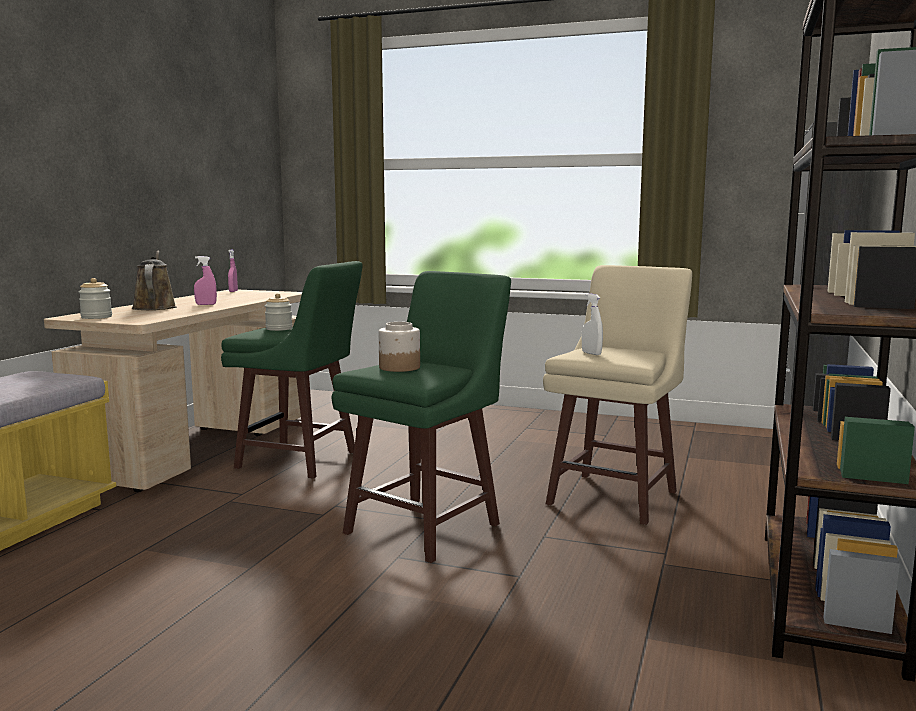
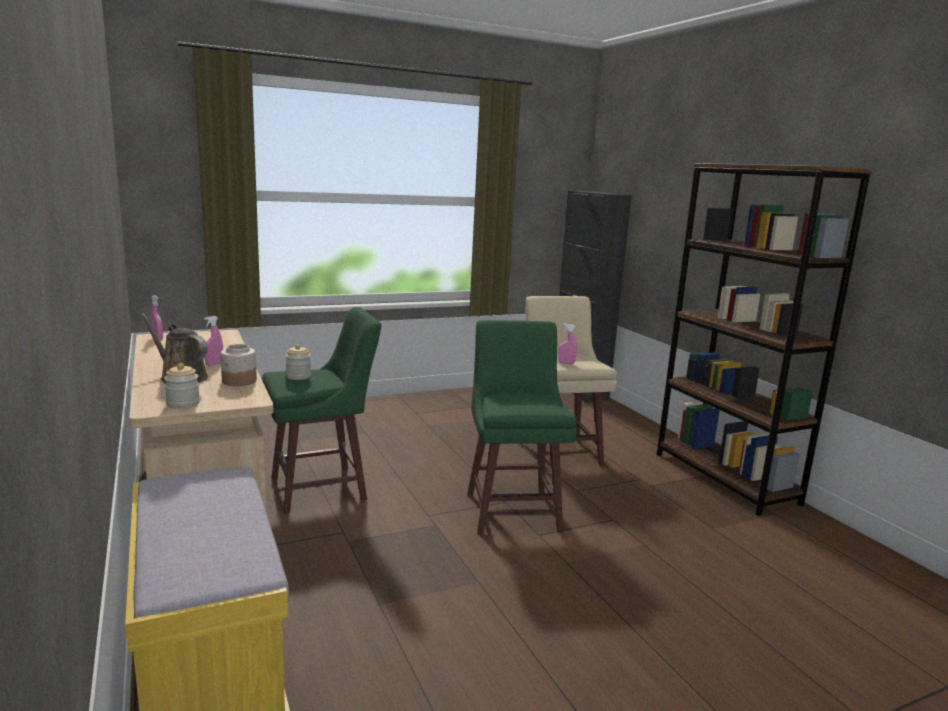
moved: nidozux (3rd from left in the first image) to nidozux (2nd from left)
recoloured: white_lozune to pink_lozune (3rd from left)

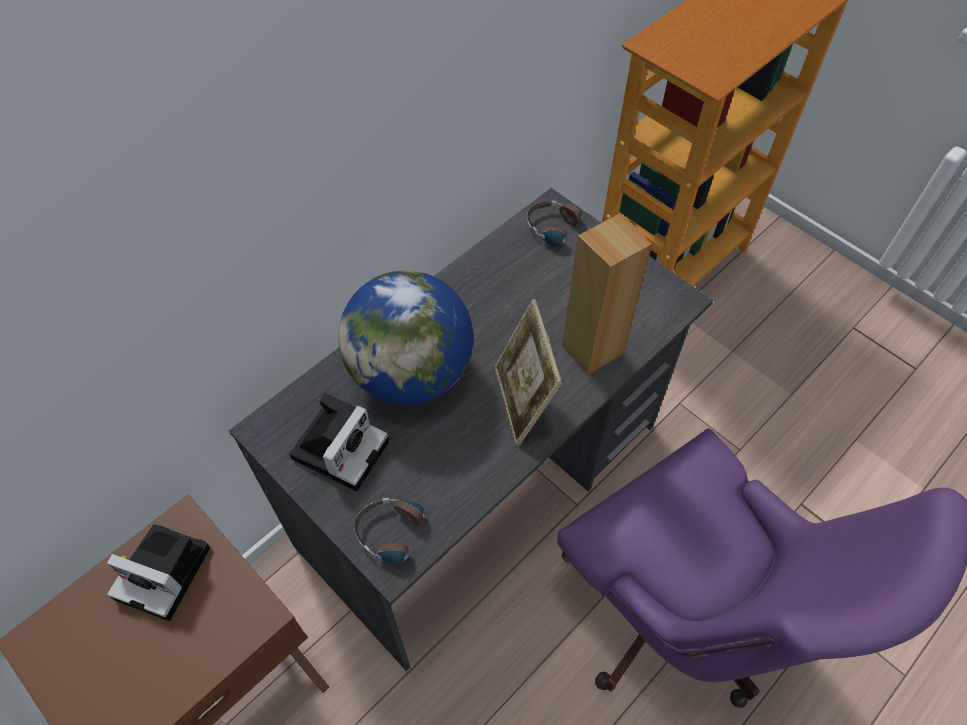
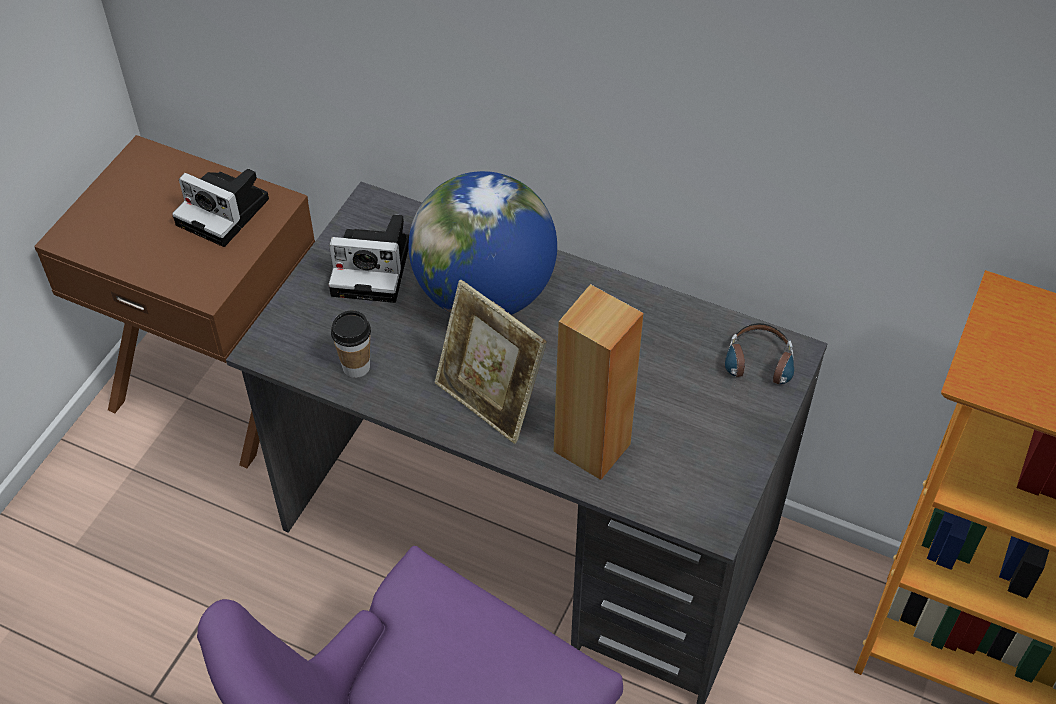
removed: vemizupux (1st from left)
added: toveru
turned: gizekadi 105 degrees counterclockwise; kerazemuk (1st from left) 60 degrees counterclockwise

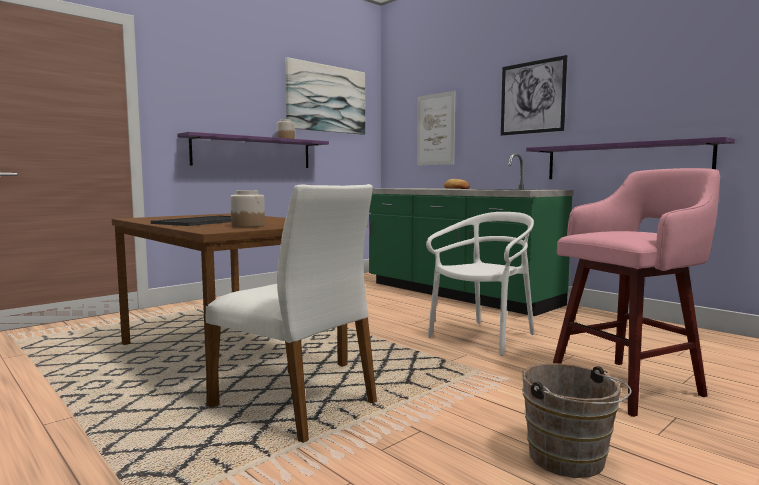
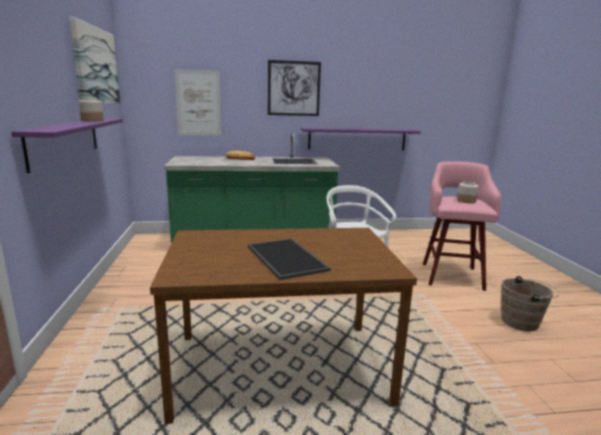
removed: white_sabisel (1st from left)
moved: nidozux (1st from left in the first image) to nidozux (2nd from left)

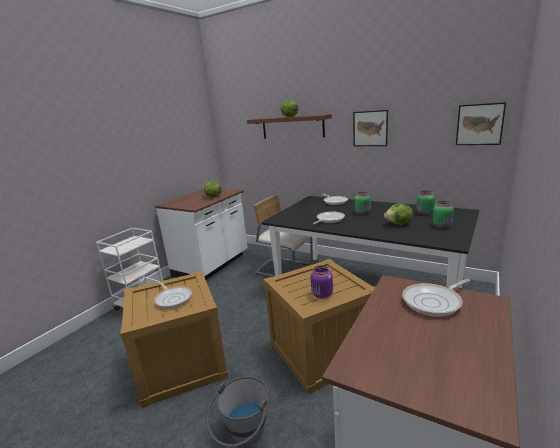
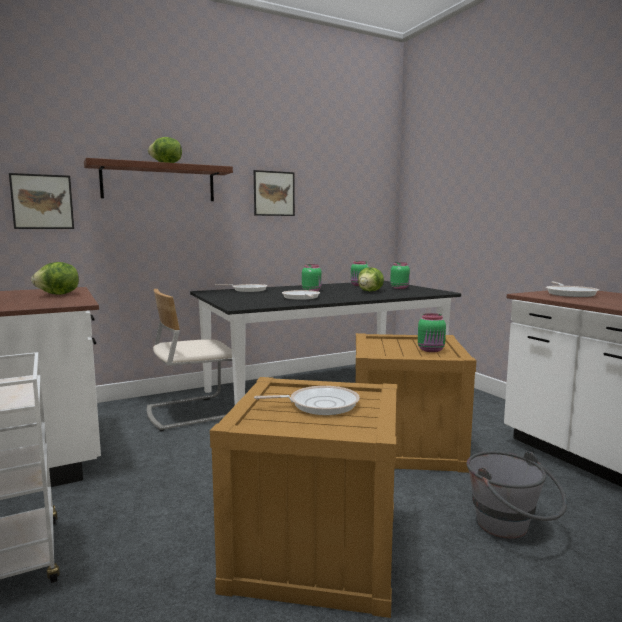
moved: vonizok (2nd from left in the first image) to vonizok (1st from left)
recoloured: purple_nidozux to green_nidozux (4th from left)

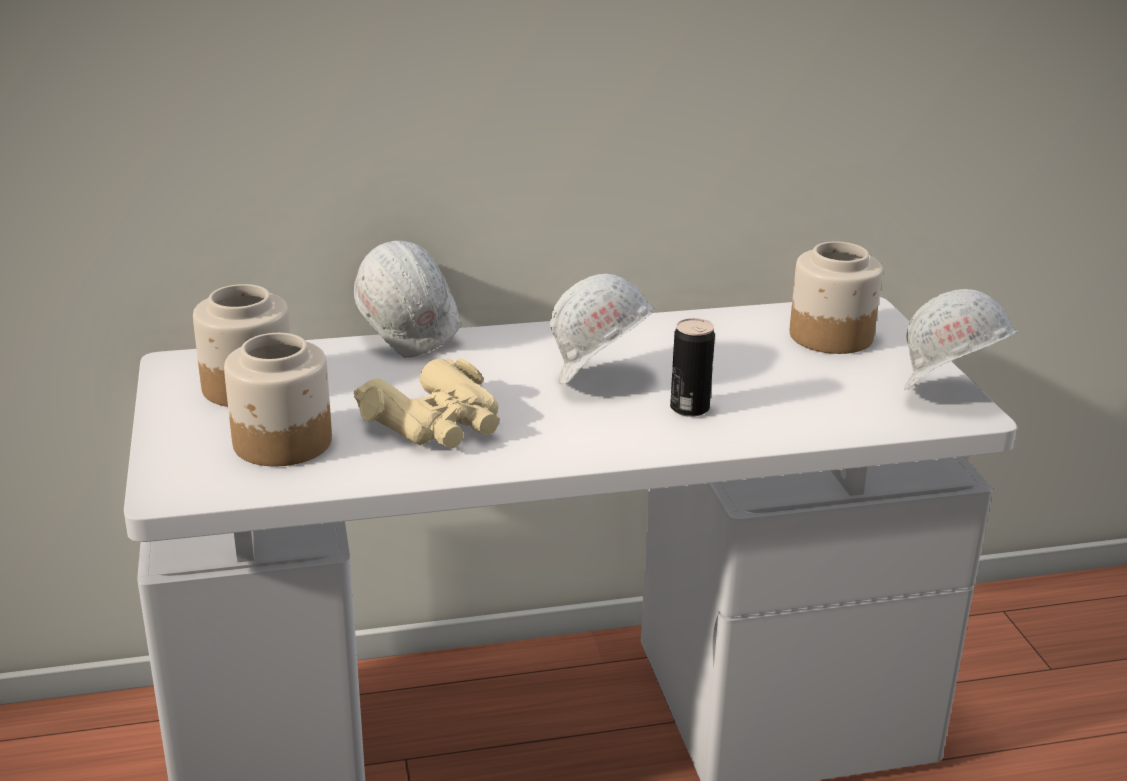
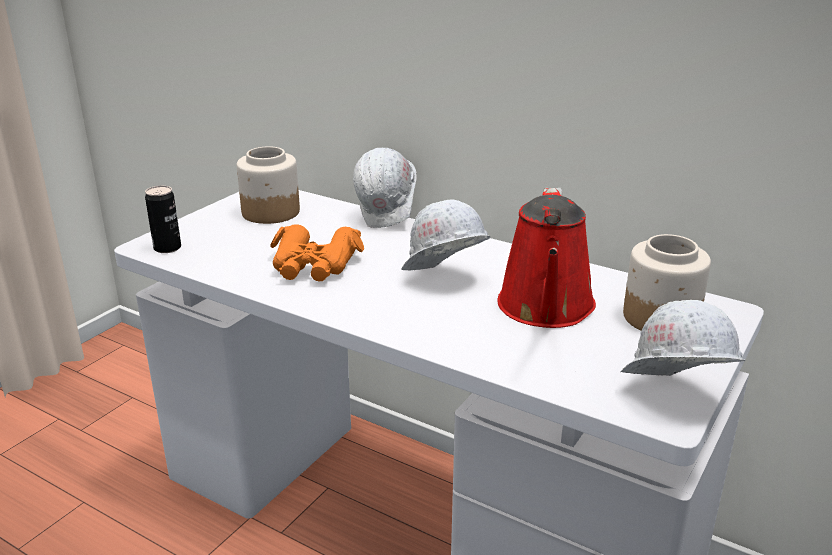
removed: nidozux (2nd from left)
added: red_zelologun
moved: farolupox
recoloured: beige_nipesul to orange_nipesul

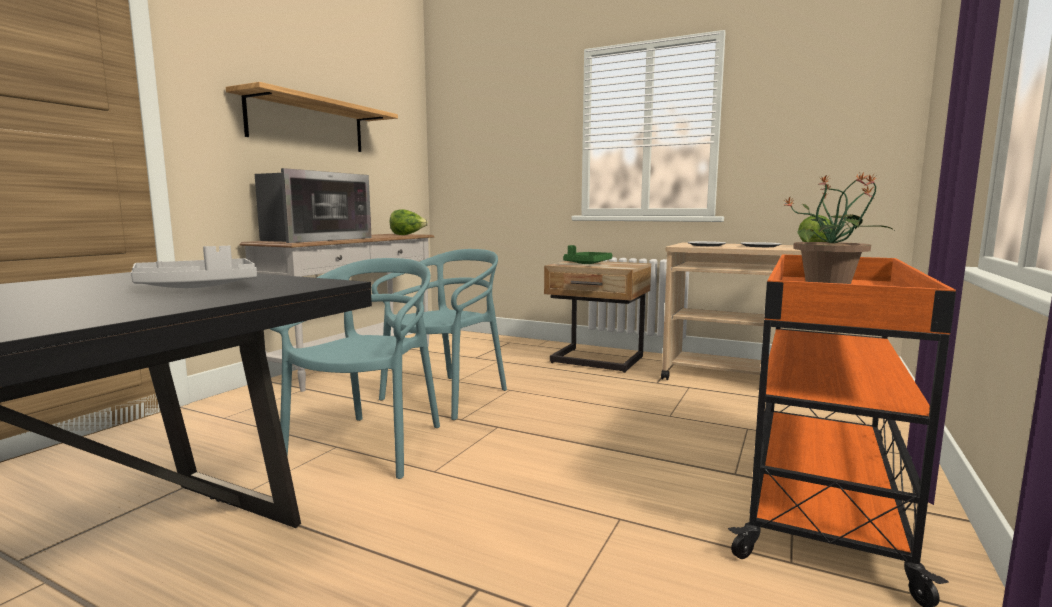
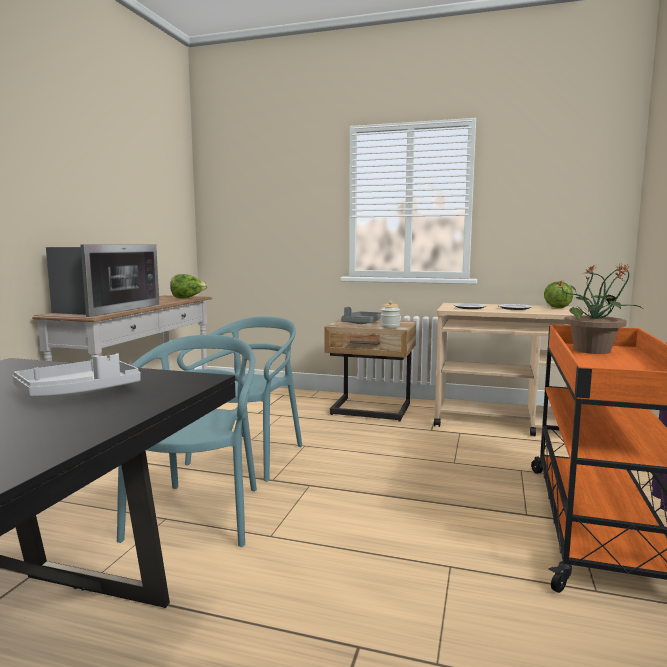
removed: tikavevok
added: nidozux
recoloured: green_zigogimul to grey_zigogimul (2nd from left)

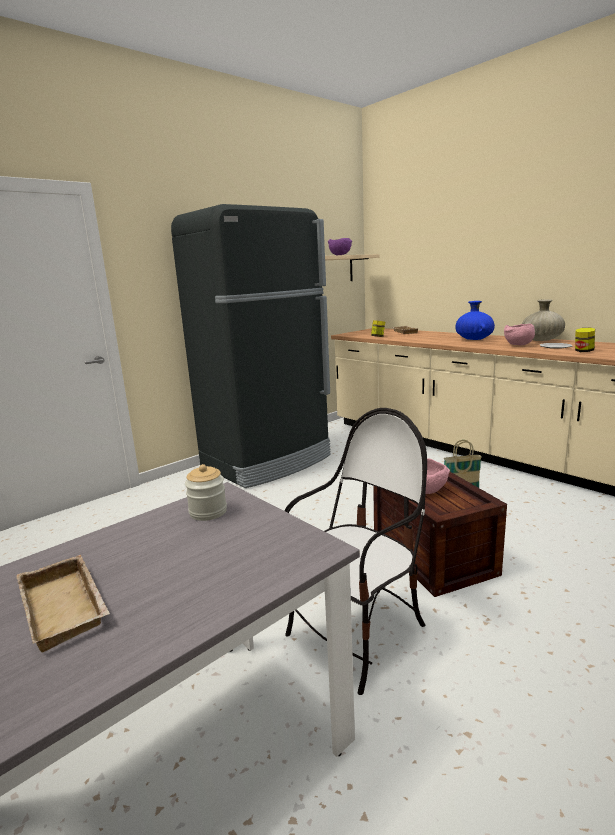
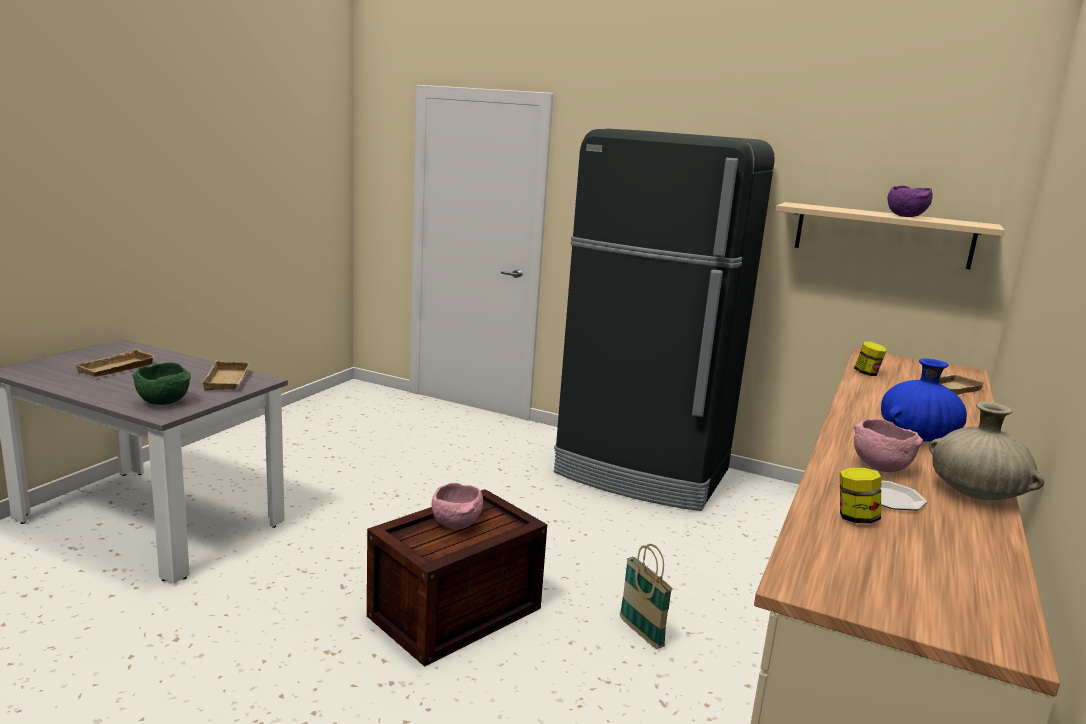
removed: sabisel
added: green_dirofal
replaced: nidozux (1st from left) to beige_zigogimul (2nd from left)

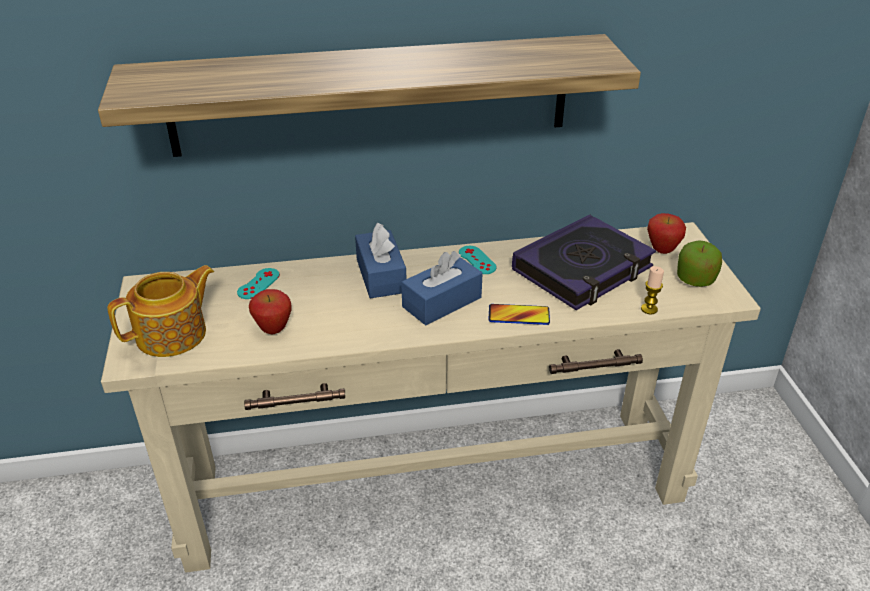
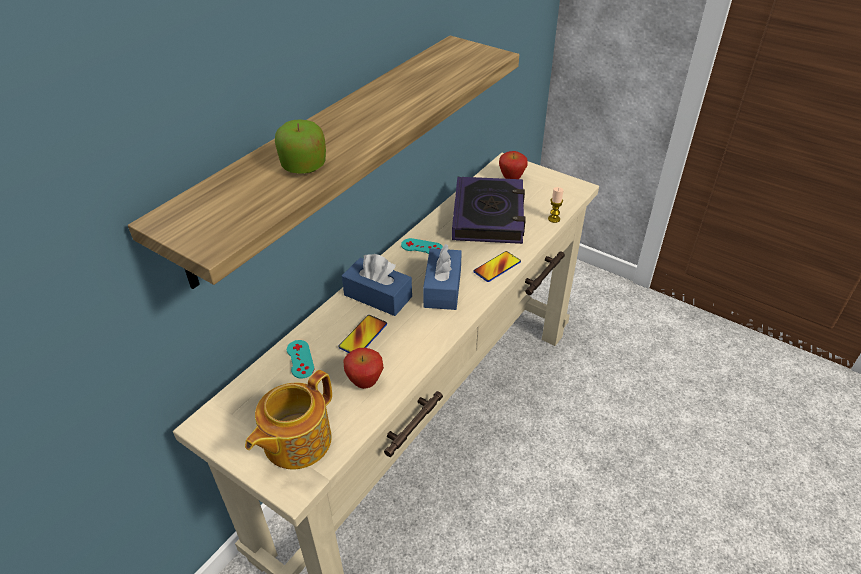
added: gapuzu (1st from left)
moved: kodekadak (3rd from left in the first image) to kodekadak (1st from left)
turned: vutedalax 150 degrees counterclockwise

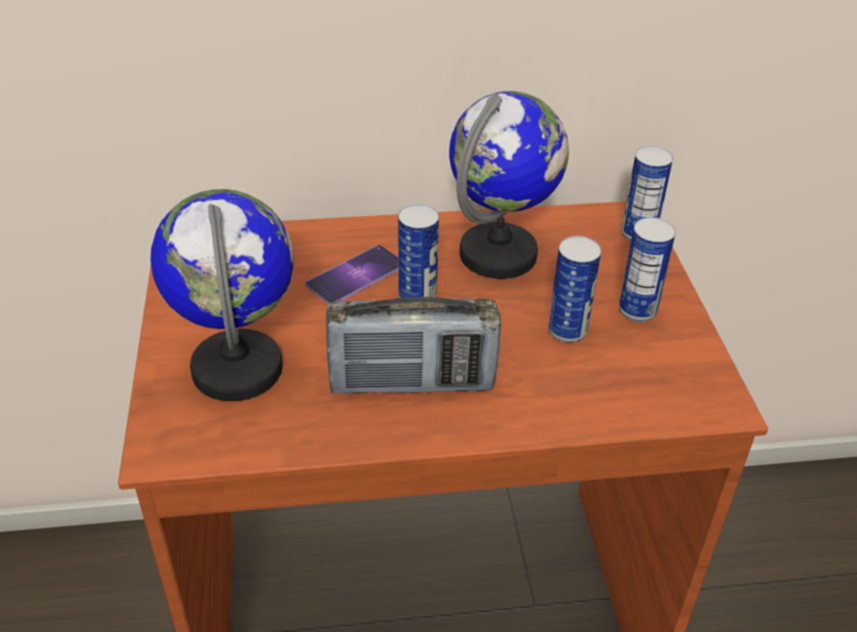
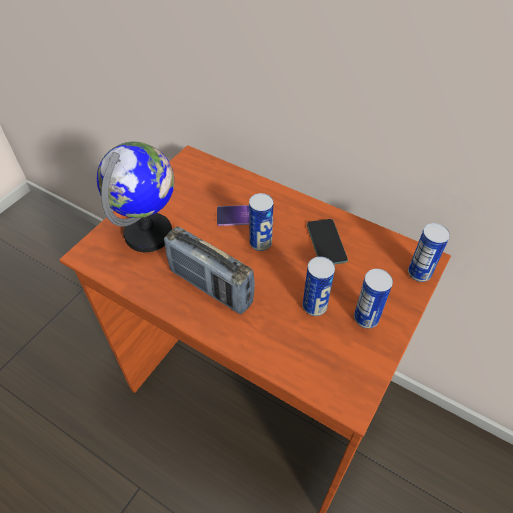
replaced: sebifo (2nd from left) to gapuzu (2nd from left)

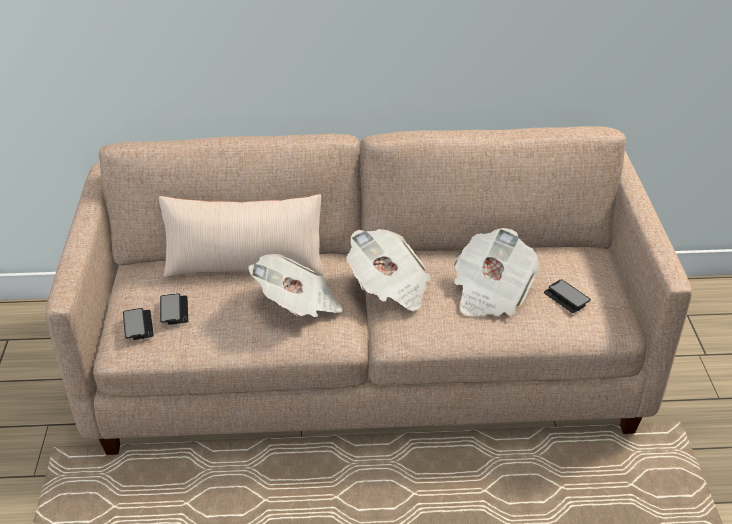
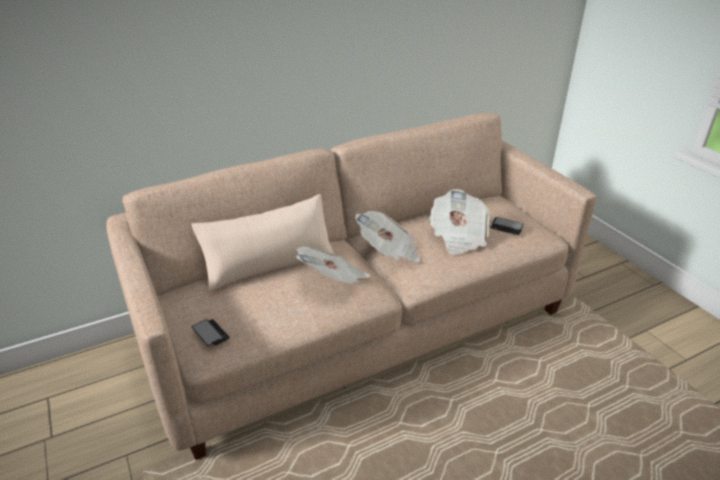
removed: gapuzu (2nd from left)

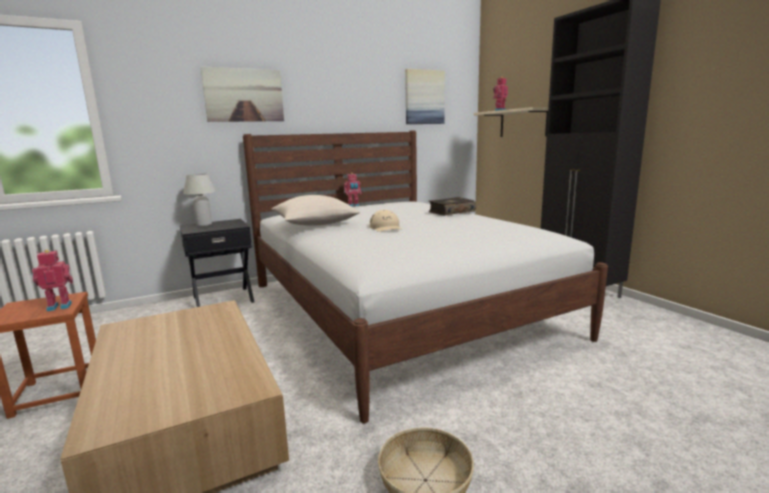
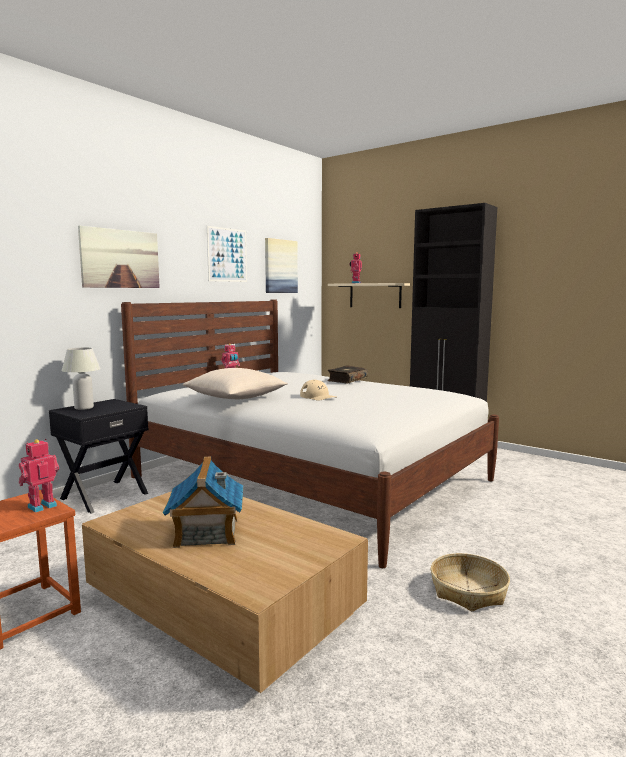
added: vonizok (2nd from left); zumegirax

